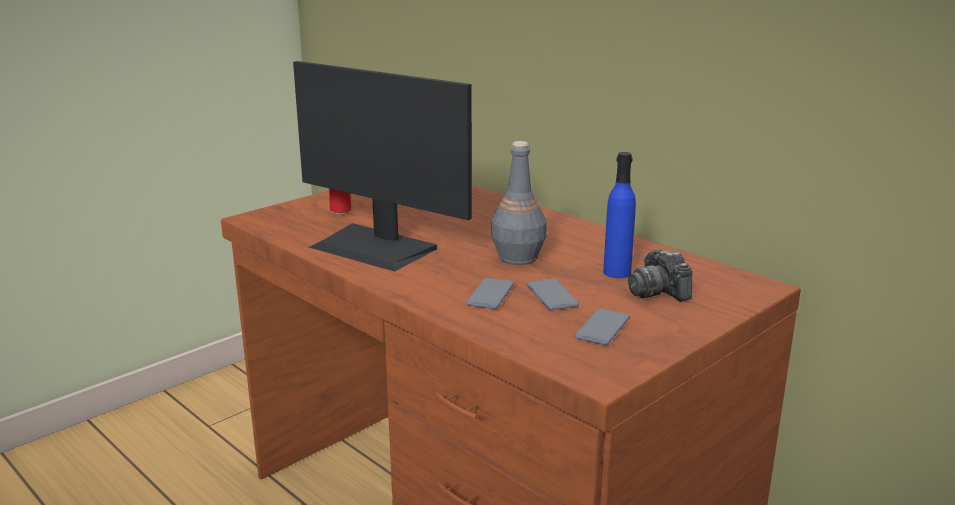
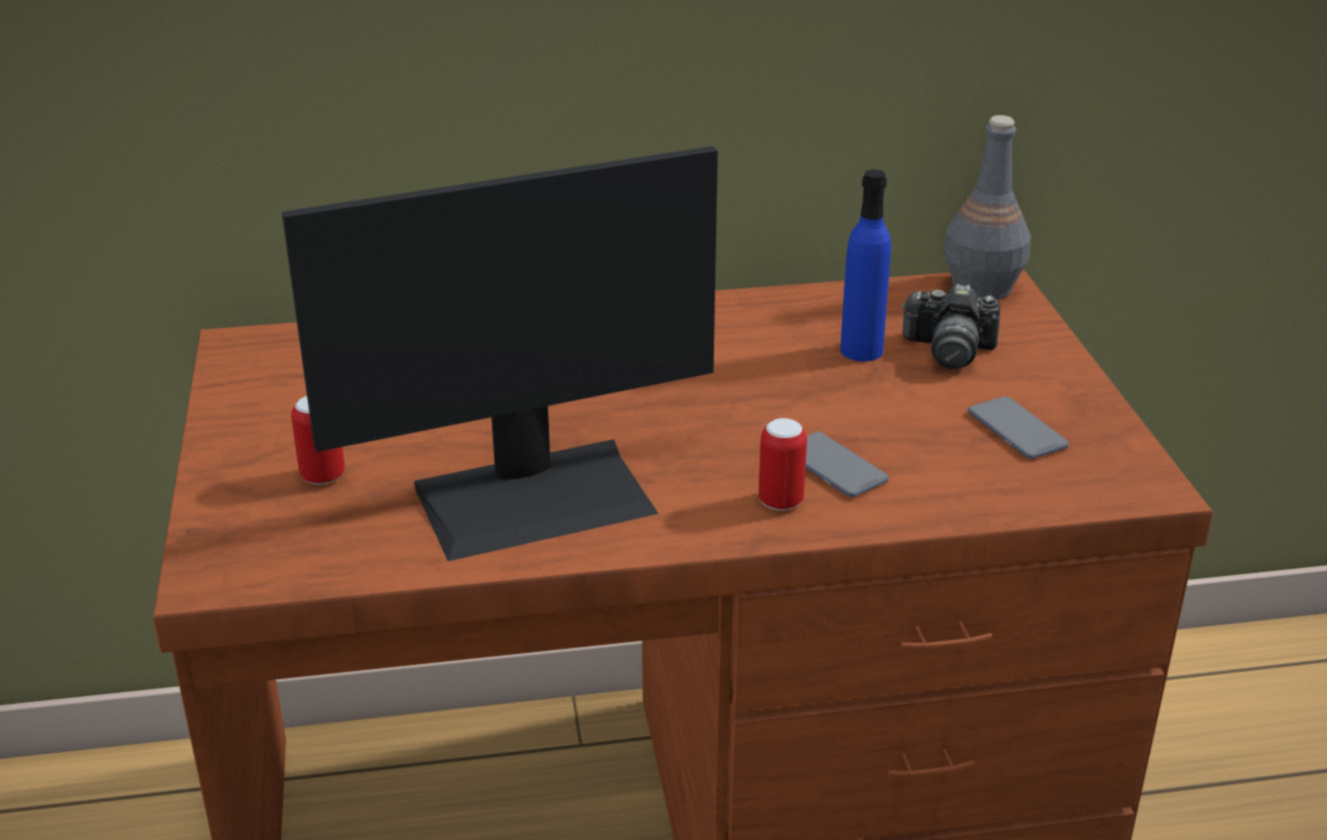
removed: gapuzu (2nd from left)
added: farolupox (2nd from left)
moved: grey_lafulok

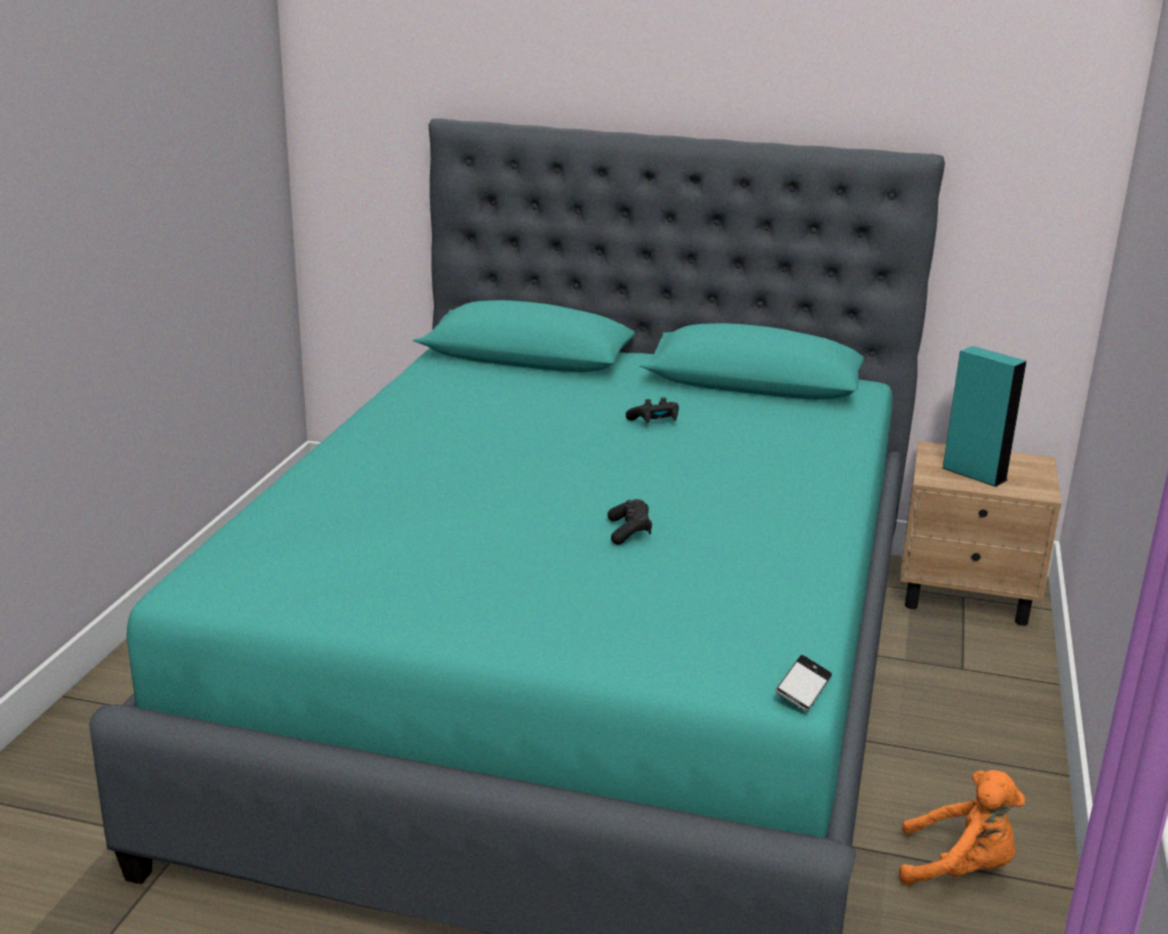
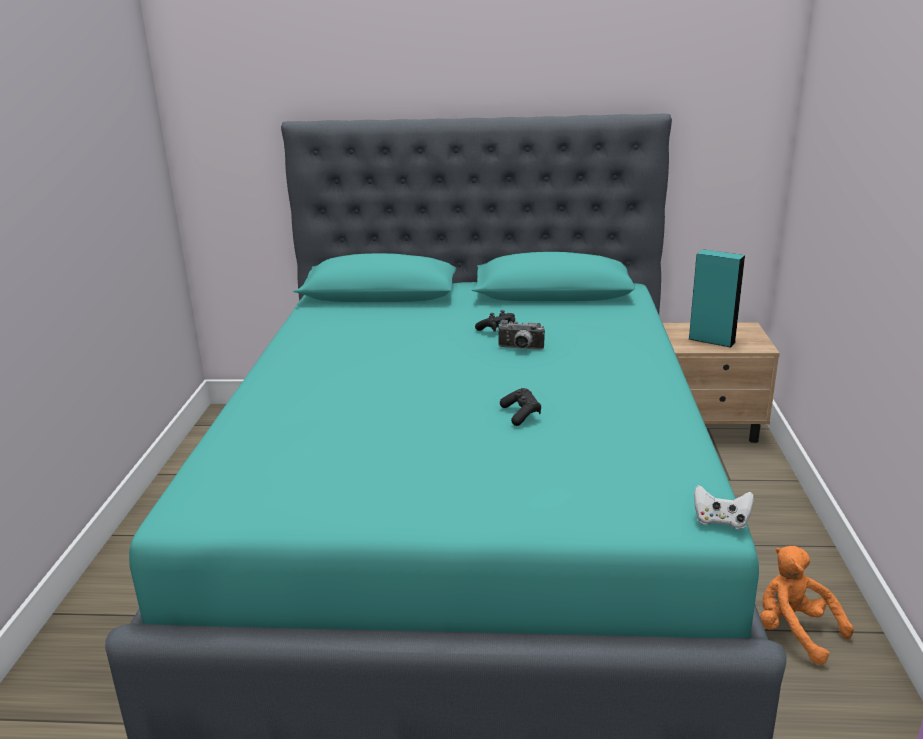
added: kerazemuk
replaced: gapuzu to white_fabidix
turned: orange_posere 135 degrees counterclockwise

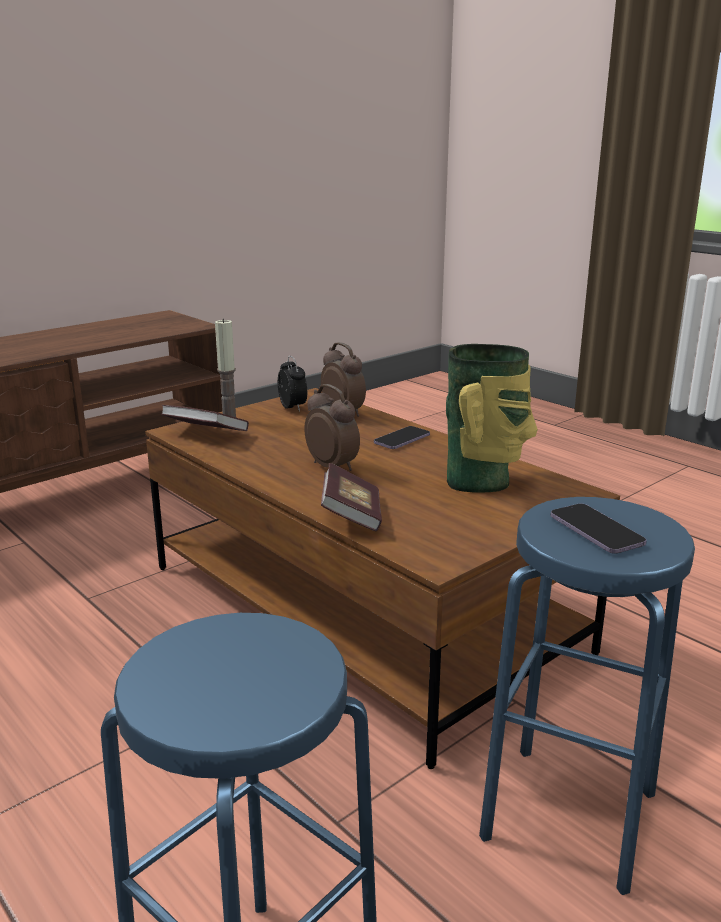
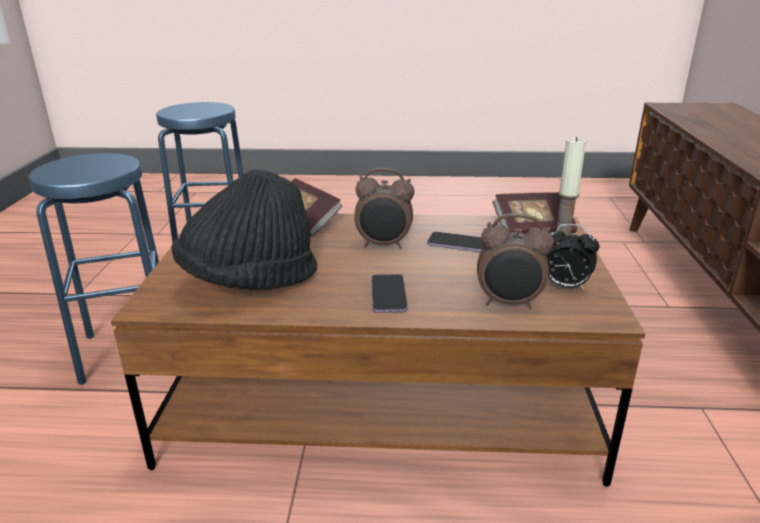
moved: gapuzu (2nd from left)
replaced: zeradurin to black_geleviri

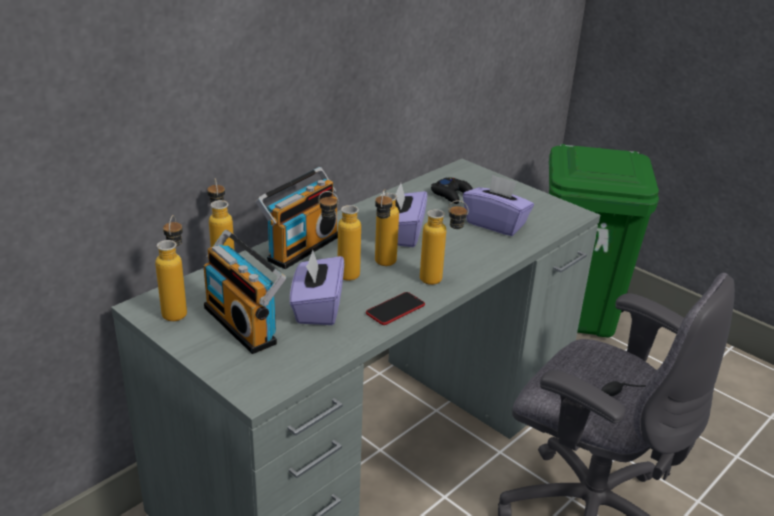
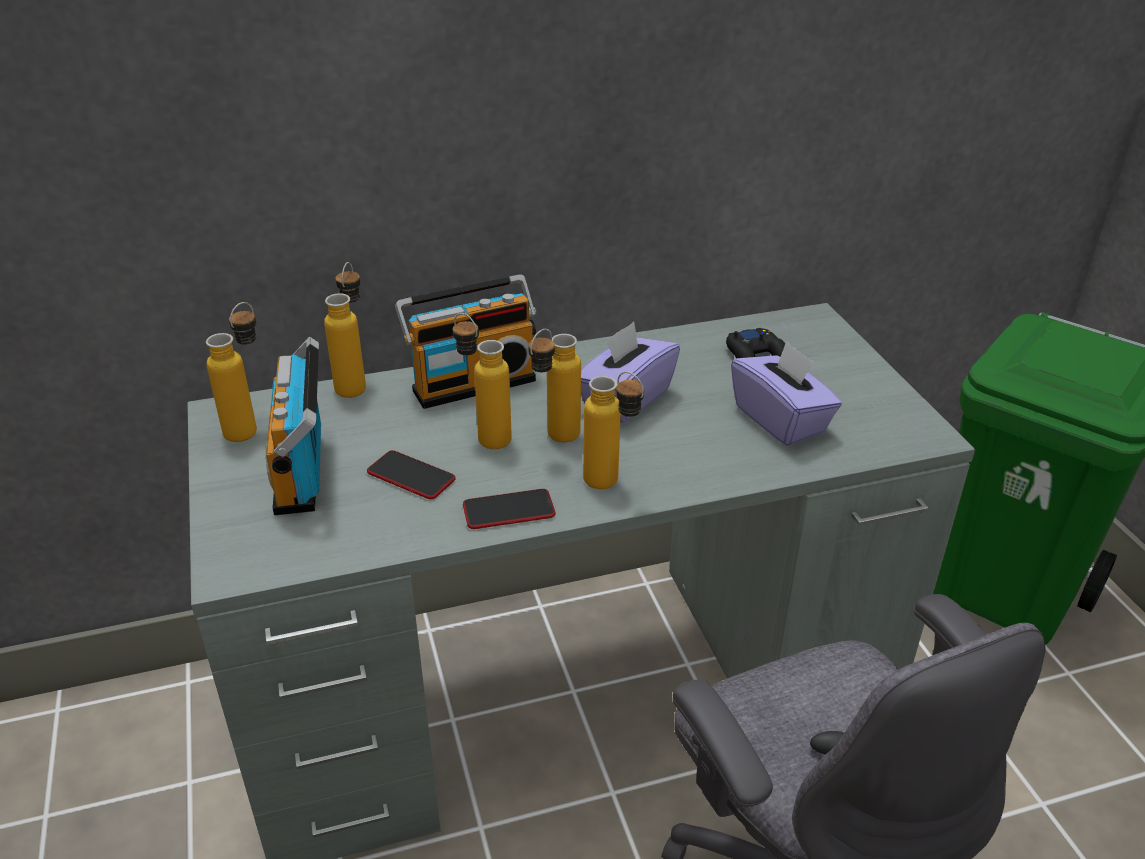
replaced: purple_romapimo (1st from left) to gapuzu (1st from left)

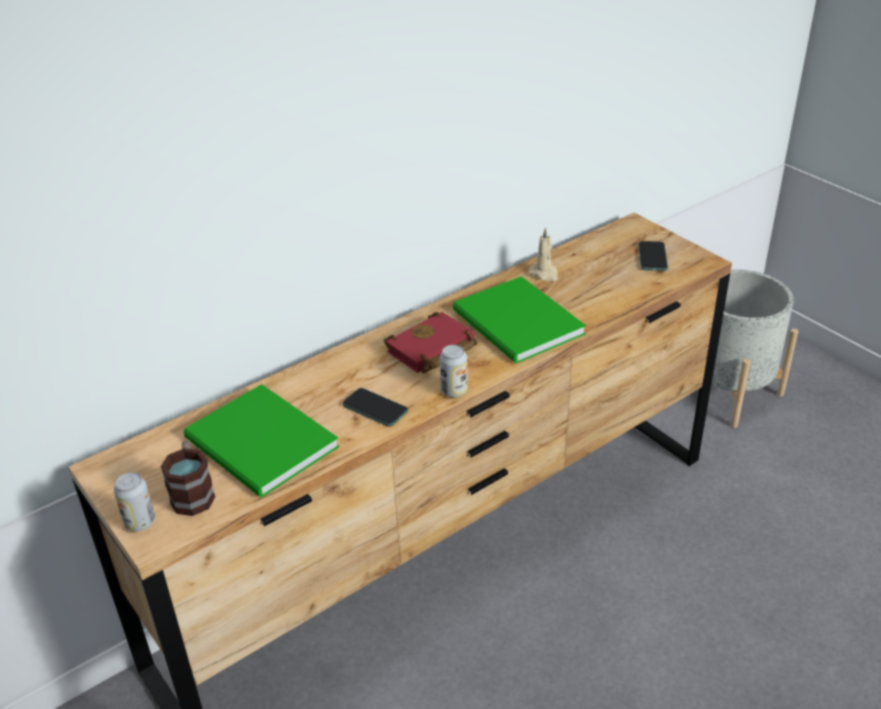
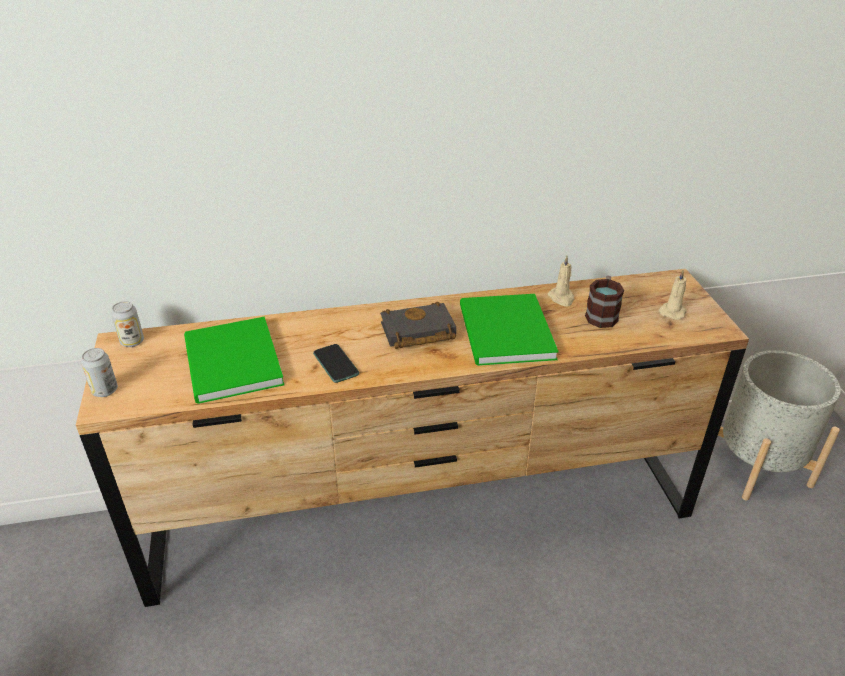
moved: farolupox (2nd from left); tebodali
replaced: gapuzu (2nd from left) to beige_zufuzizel (2nd from left)
recoloured: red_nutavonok to black_nutavonok

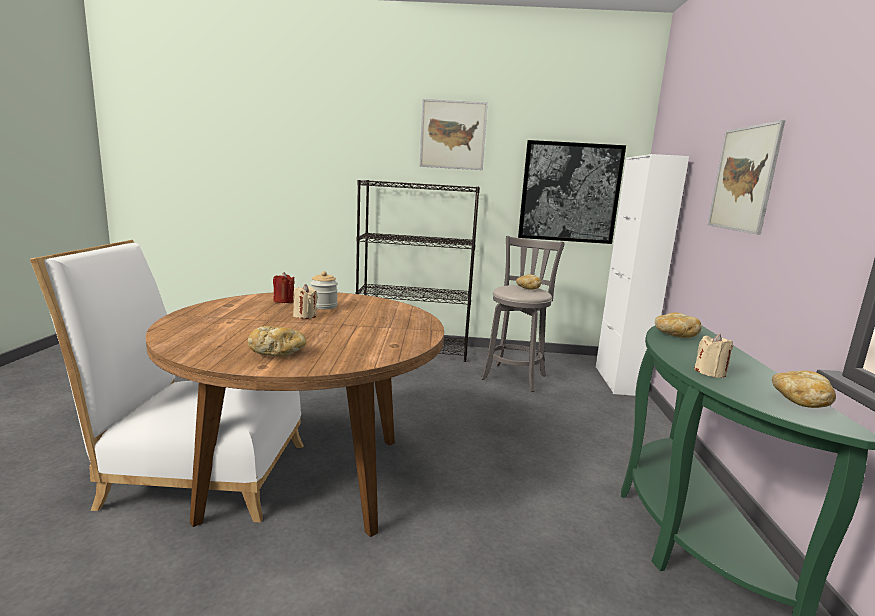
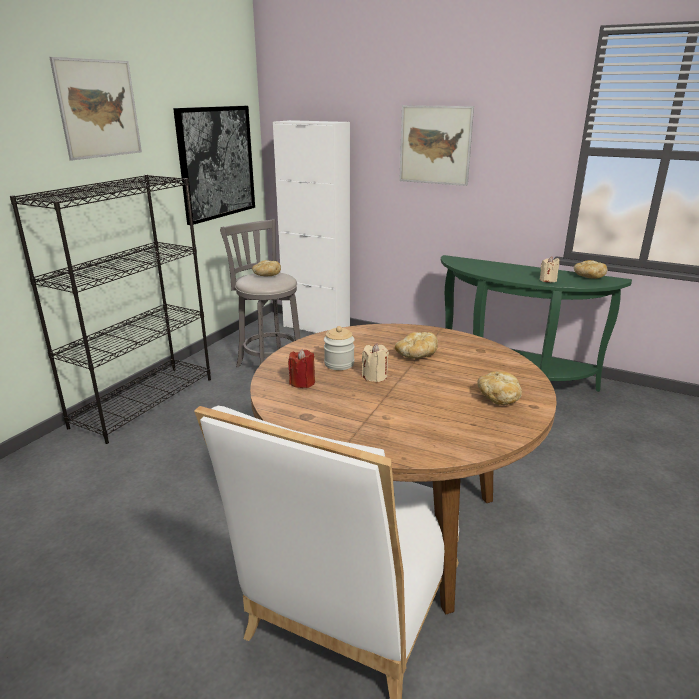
moved: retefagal (3rd from left in the first image) to retefagal (2nd from left)

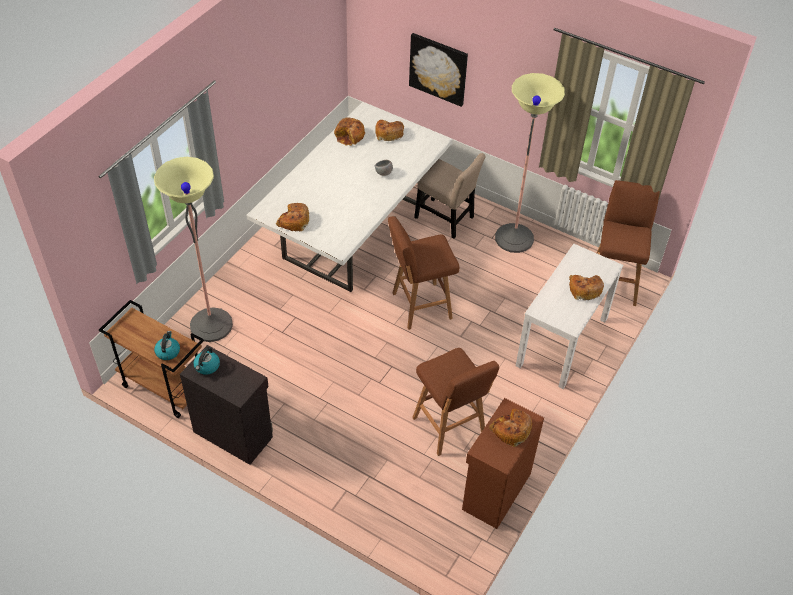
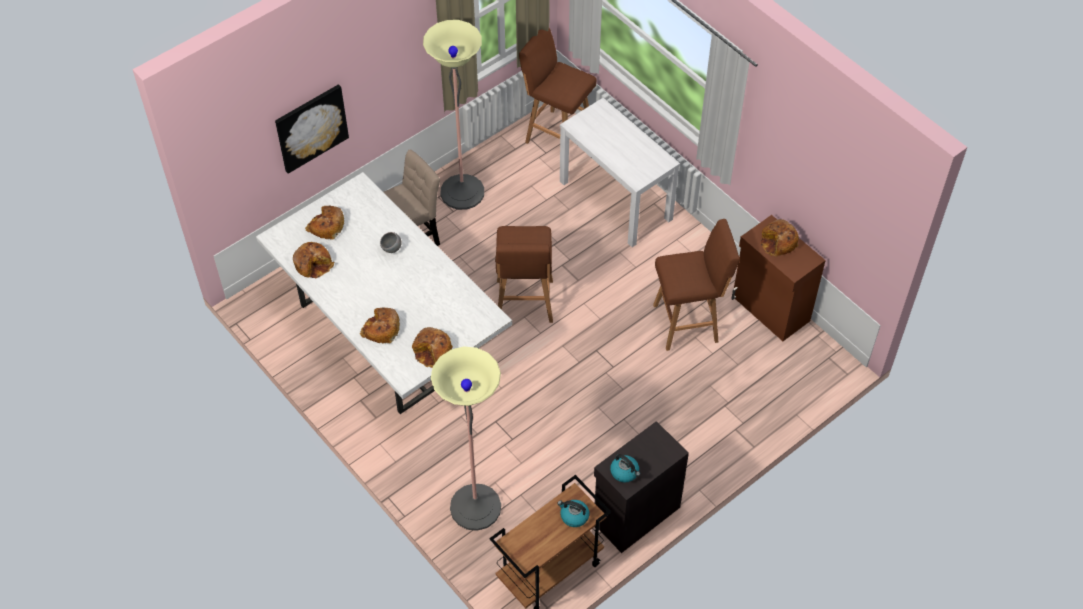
moved: retefagal (5th from left in the first image) to retefagal (3rd from left)

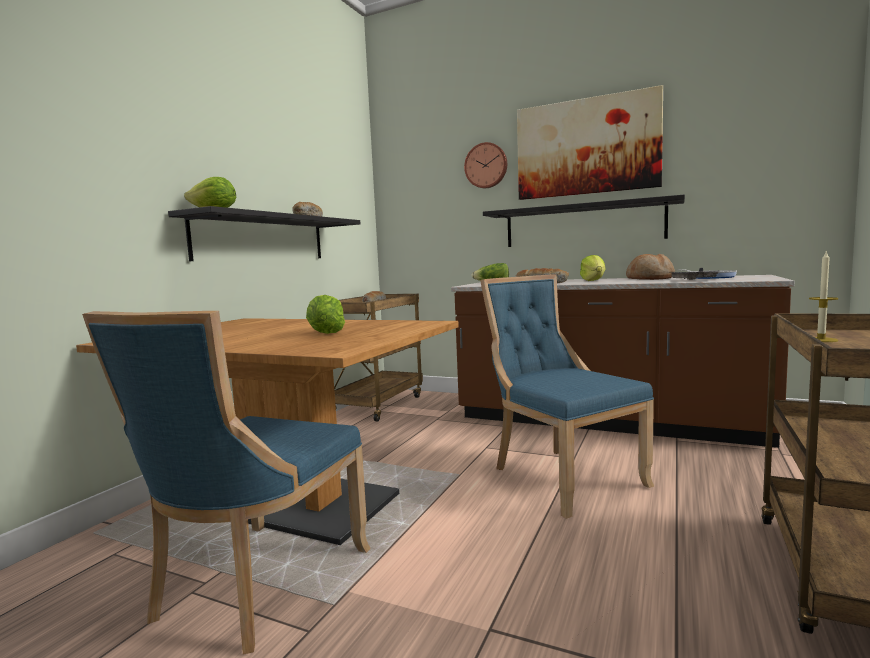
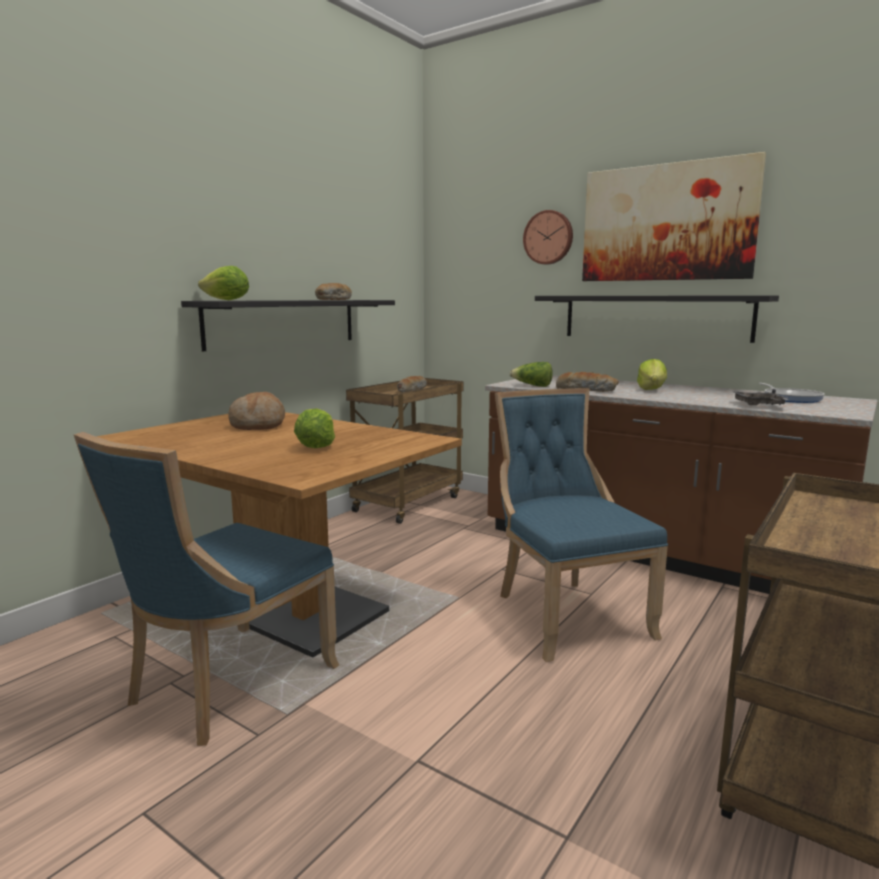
removed: zufuzizel
moved: retefagal (4th from left in the first image) to retefagal (1st from left)

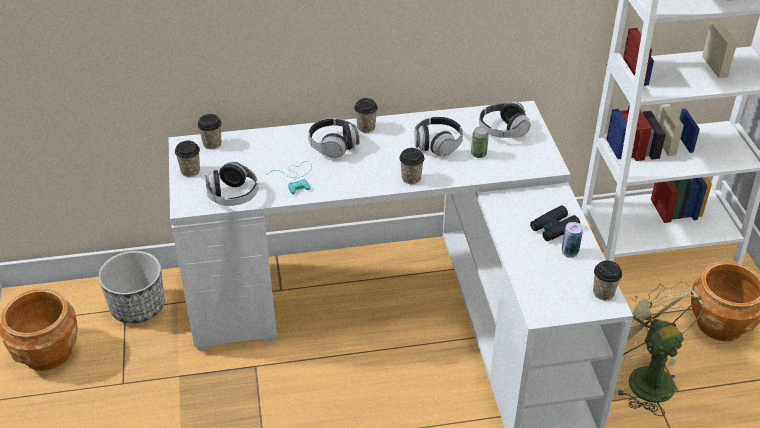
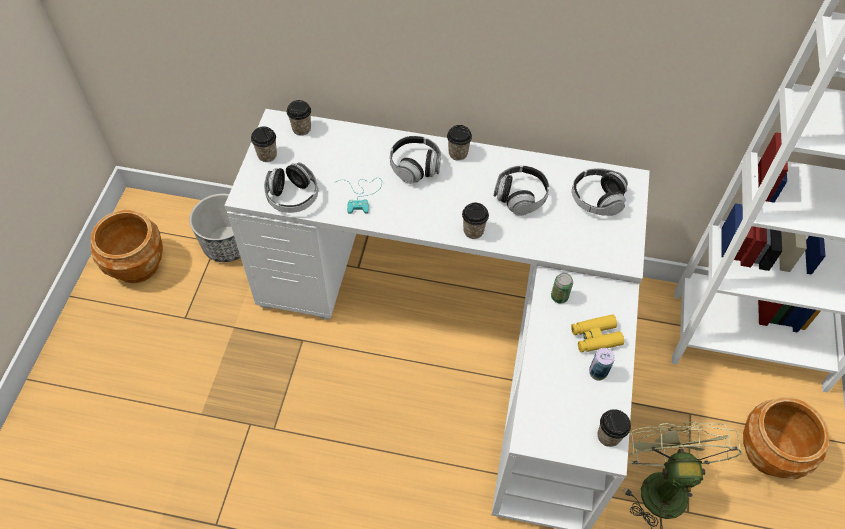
moved: farolupox (1st from left)
recoloured: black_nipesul to yellow_nipesul

